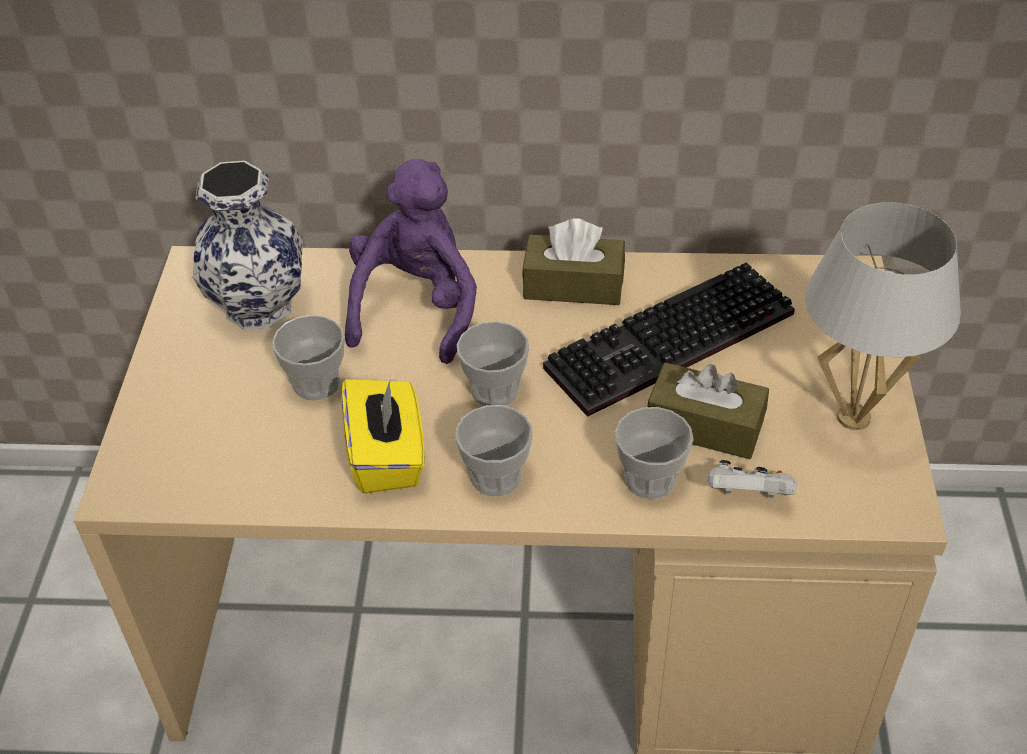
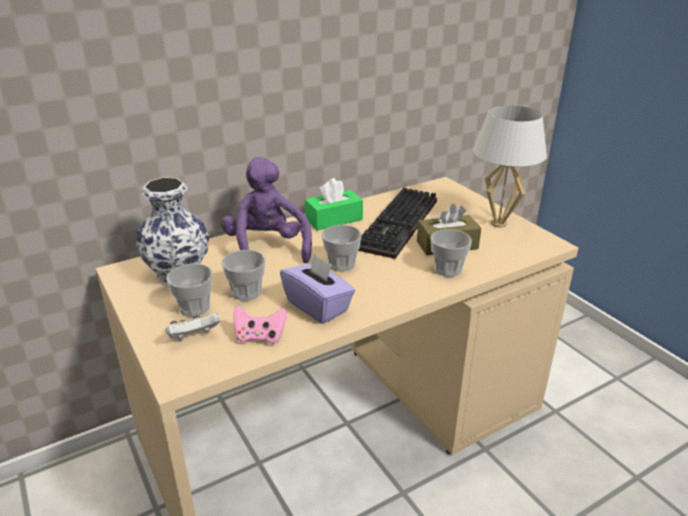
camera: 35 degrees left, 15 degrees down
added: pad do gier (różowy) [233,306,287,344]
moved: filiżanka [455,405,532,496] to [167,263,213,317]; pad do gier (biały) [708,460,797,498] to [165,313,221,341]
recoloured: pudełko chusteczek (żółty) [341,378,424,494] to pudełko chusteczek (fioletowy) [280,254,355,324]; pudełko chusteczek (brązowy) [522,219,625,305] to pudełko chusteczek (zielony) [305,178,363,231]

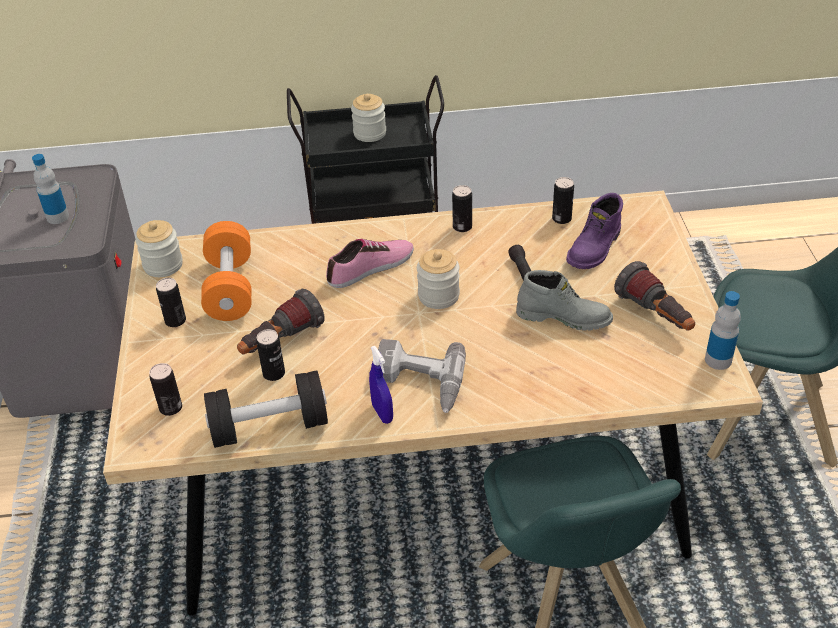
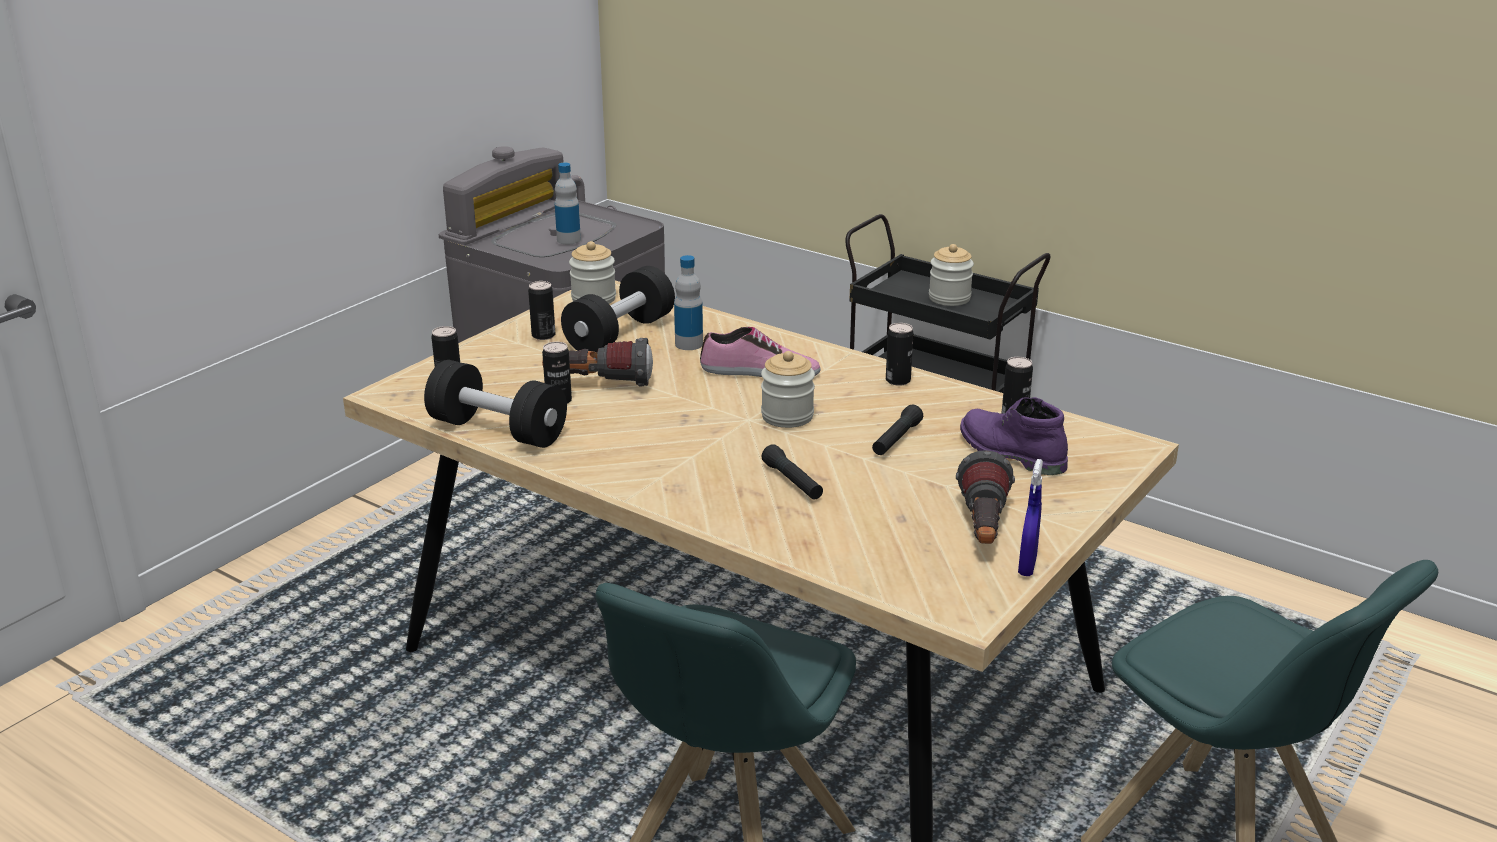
camera: 40 degrees right, 15 degrees down
removed: wiertarka [378,339,466,413]; but z cholewką (szary) [516,270,613,331]
added: latarka (czarny) [761,444,823,500]
moved: spryskiwacz (niebieski) [369,346,393,424] to [1018,459,1043,576]; butelka [705,291,741,370] to [674,255,703,350]
recoloured: hantel (pomarańczowy) [201,221,251,321] to hantel (czarny) [561,266,675,352]
turned: but z cholewką (fioletowy) [566,193,623,269] = [960,397,1068,475] 60 degrees clockwise

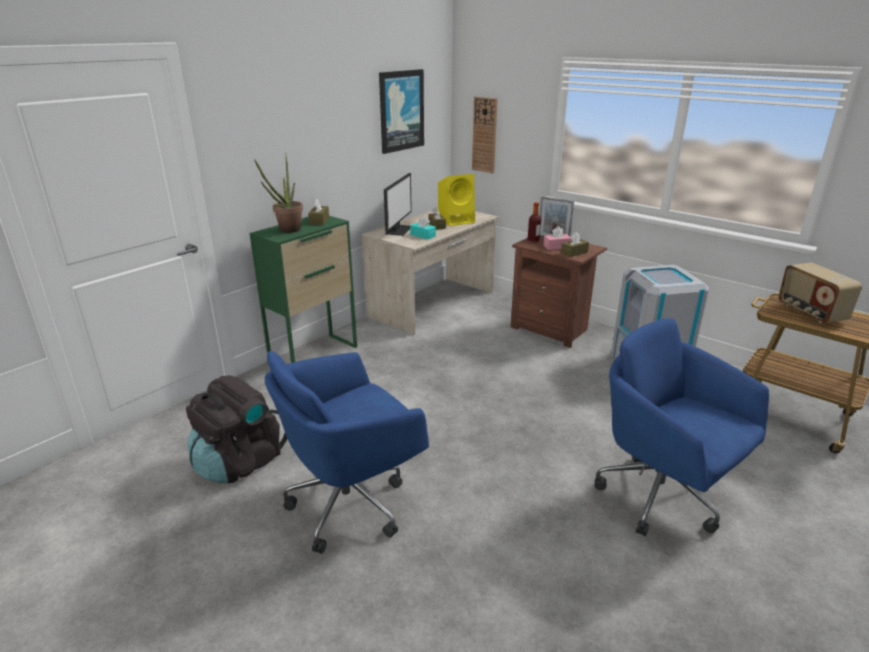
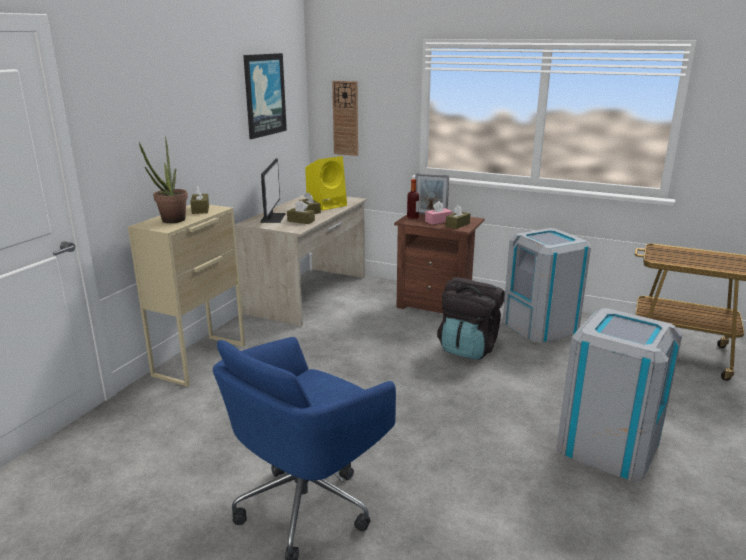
camera: 15 degrees left, 5 degrees down
removed: radio [778,262,862,323]
moved: plecak (czarny) [186,375,287,484] to [437,277,505,360]
replaced: krzesło biurowe (niebieski) [595,318,769,536] to kosz na śmieci (szary) [557,308,683,482]
recoloured: szafka (zielony) [249,216,357,363] to szafka (beżowy) [128,205,245,387]; pudełko chusteczek (turkusowy) [410,216,436,239] to pudełko chusteczek (brązowy) [287,201,315,224]

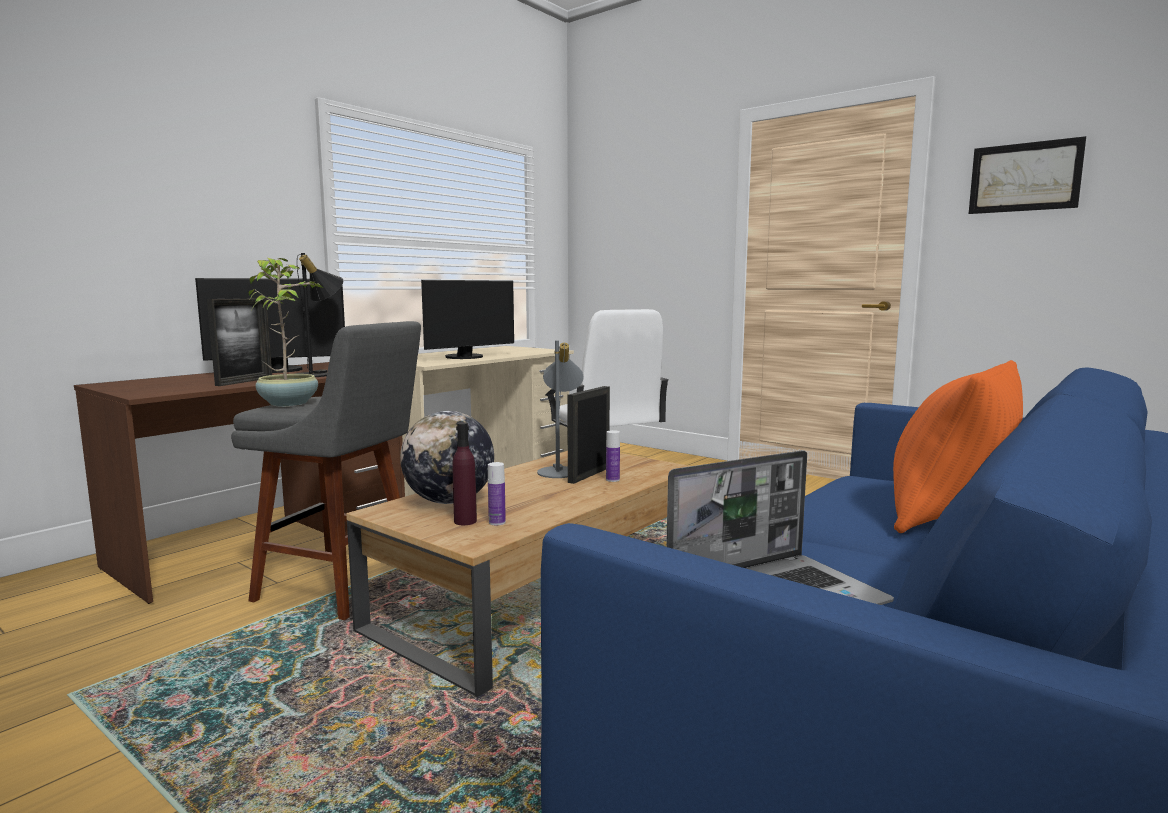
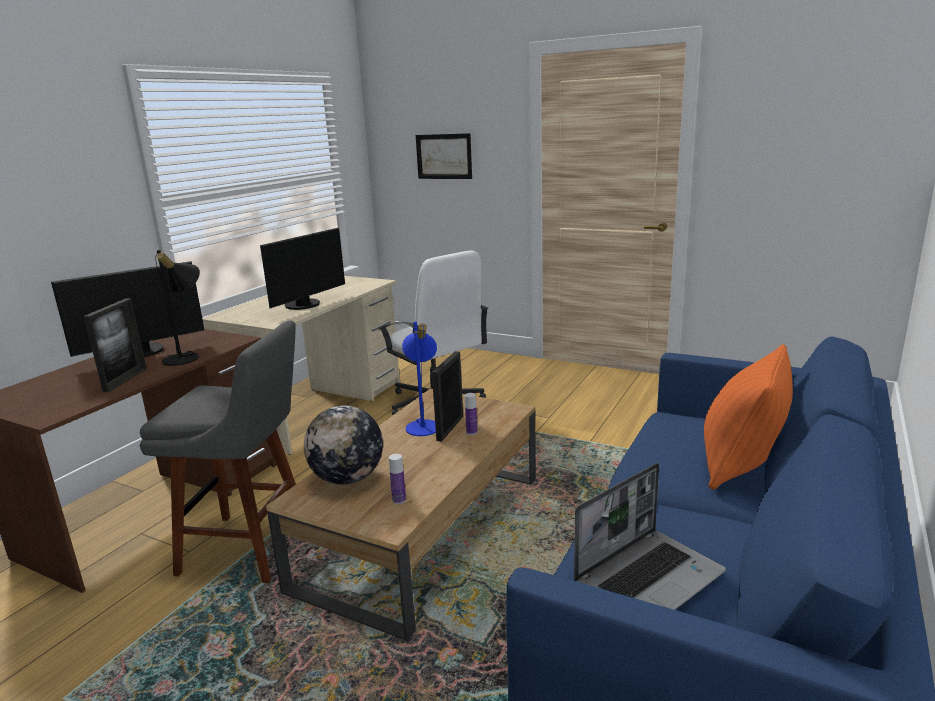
camera: 10 degrees left, 10 degrees up
removed: roślina doniczkowa [248,257,323,406]; butelka (fioletowy) [452,422,477,525]
moved: obraz [969,136,1086,214] to [416,133,472,179]
recoloured: lampa stołowa (szary) [537,340,584,478] to lampa stołowa (niebieski) [402,322,437,436]

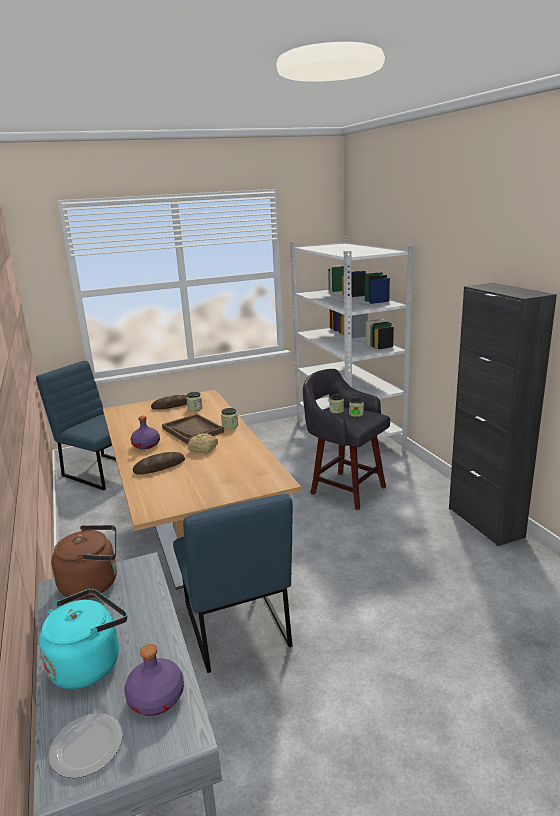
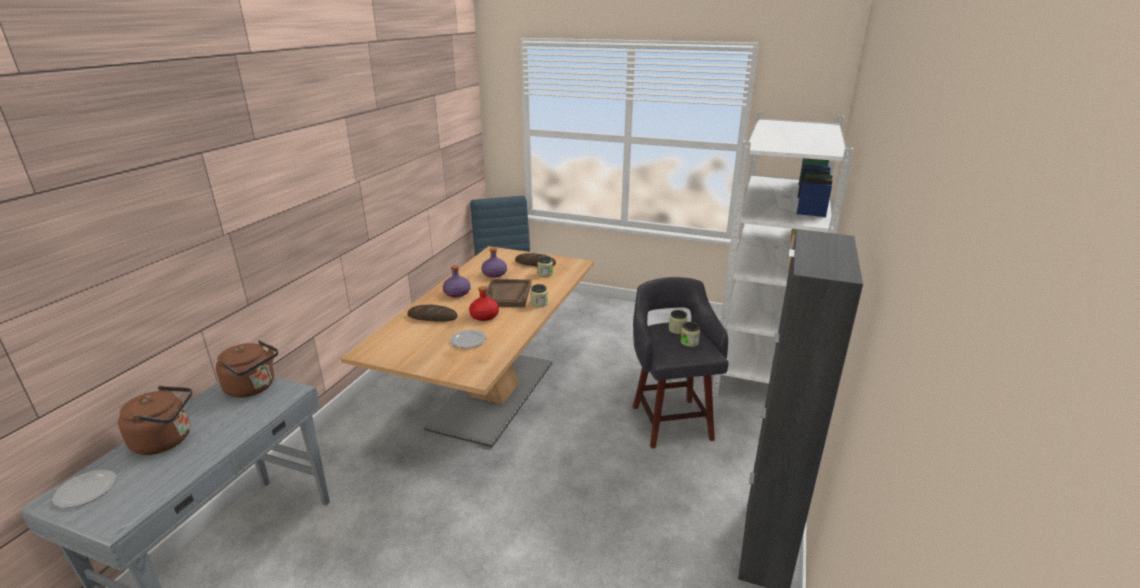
camera: 40 degrees right, 5 degrees up
removed: krzesło (niebieski) [173,494,293,673]
added: talerz [450,330,486,348]
moved: butelka (fioletowy) [124,644,184,716] to [481,248,507,278]
replaced: chleb [188,433,218,454] to butelka (czerwony) [469,286,499,321]
recoloured: czajnik (turkusowy) [39,589,127,689] to czajnik (brązowy) [118,386,192,455]

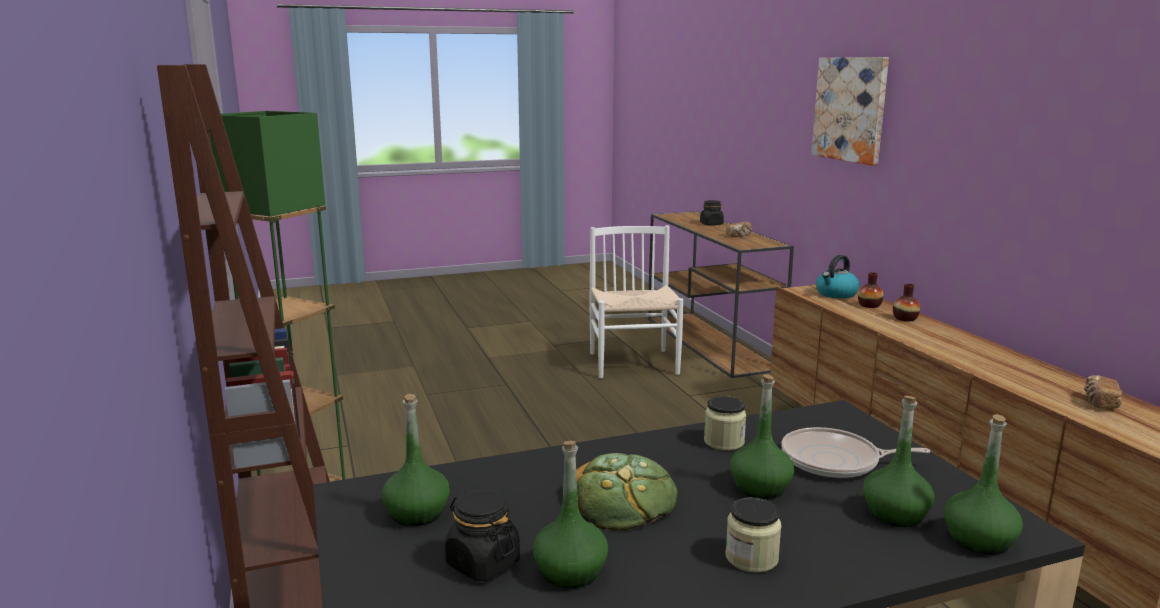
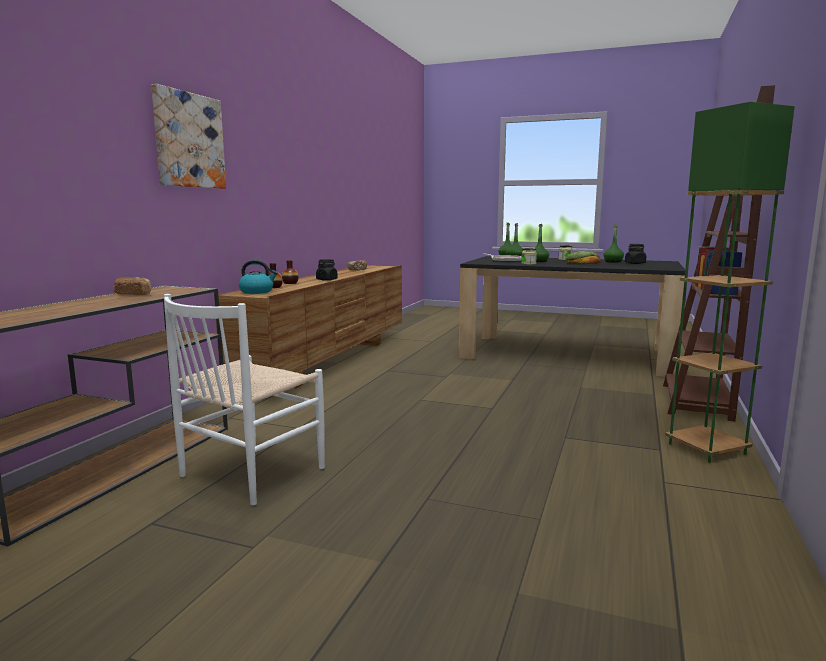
camera: 140 degrees left, 5 degrees down
removed: butelka (zielony) [382,394,450,526]
moved: słoik (czarny) [700,200,724,226] to [316,259,338,281]

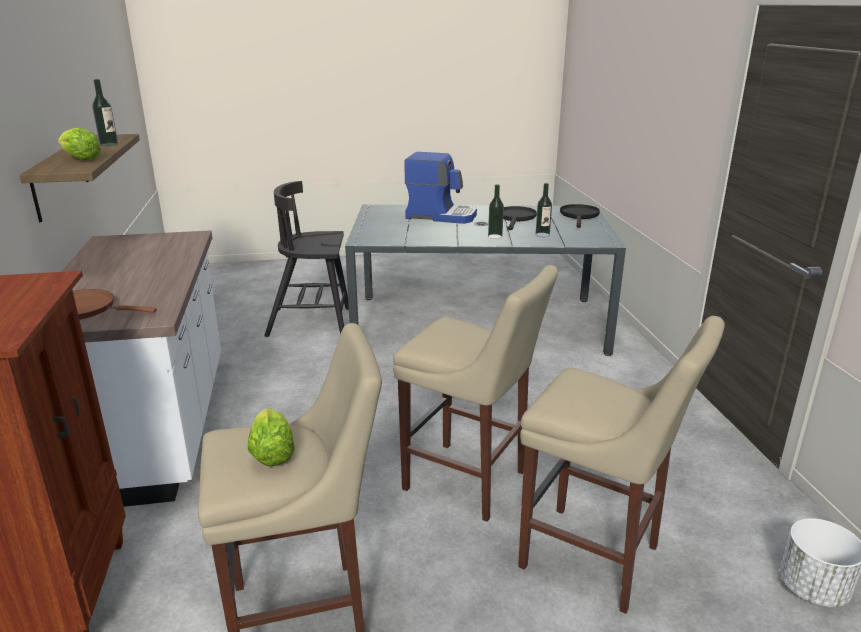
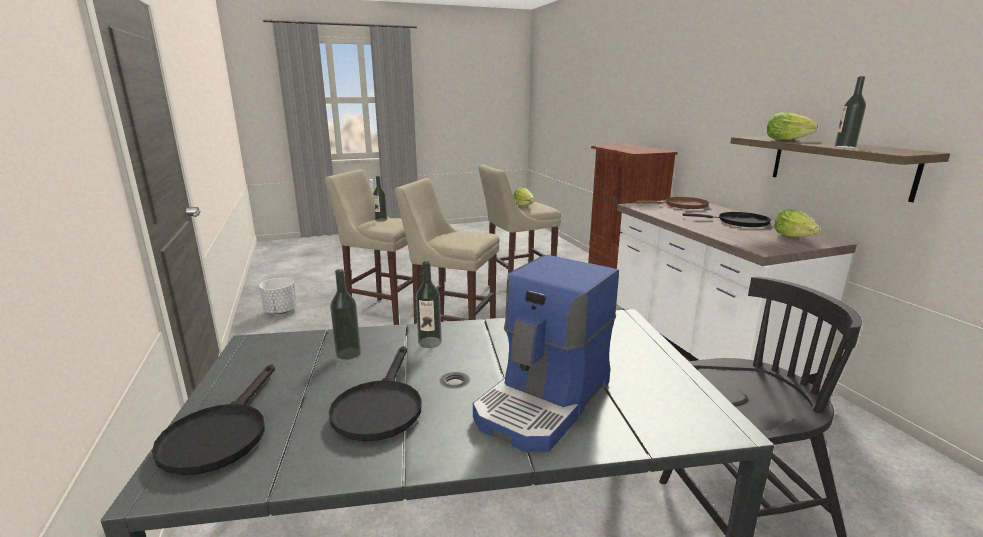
camera: 170 degrees right, 5 degrees down
added: butelka [373,176,387,222]; patelnia (czarny) [682,212,771,227]; sałata [774,209,820,237]
turned: ekspres do kawy [404,152,477,224] = [473,255,619,452] 60 degrees counterclockwise

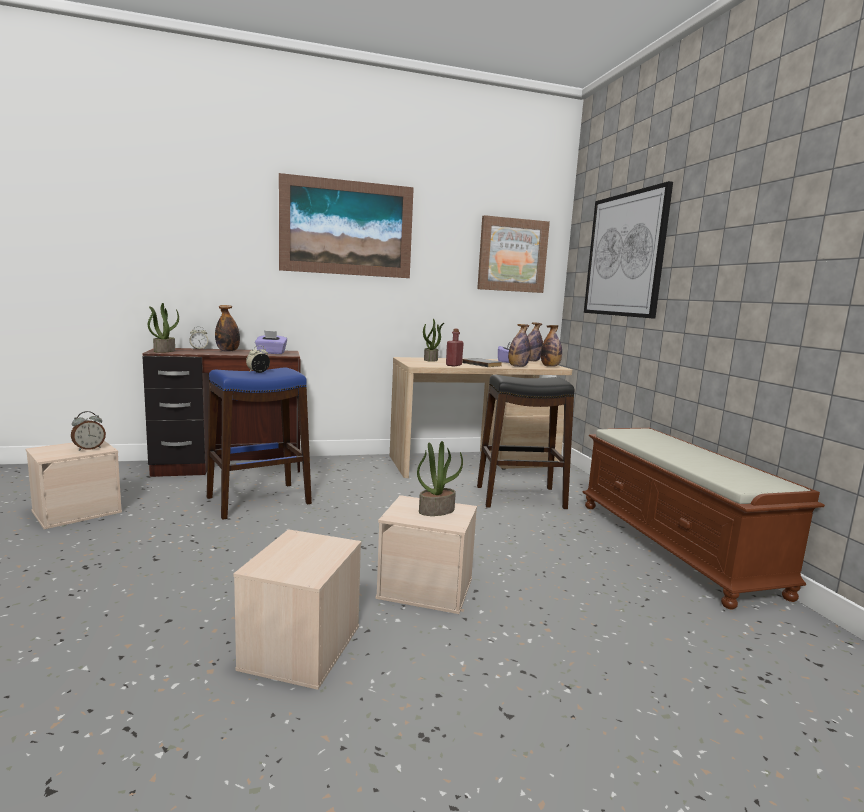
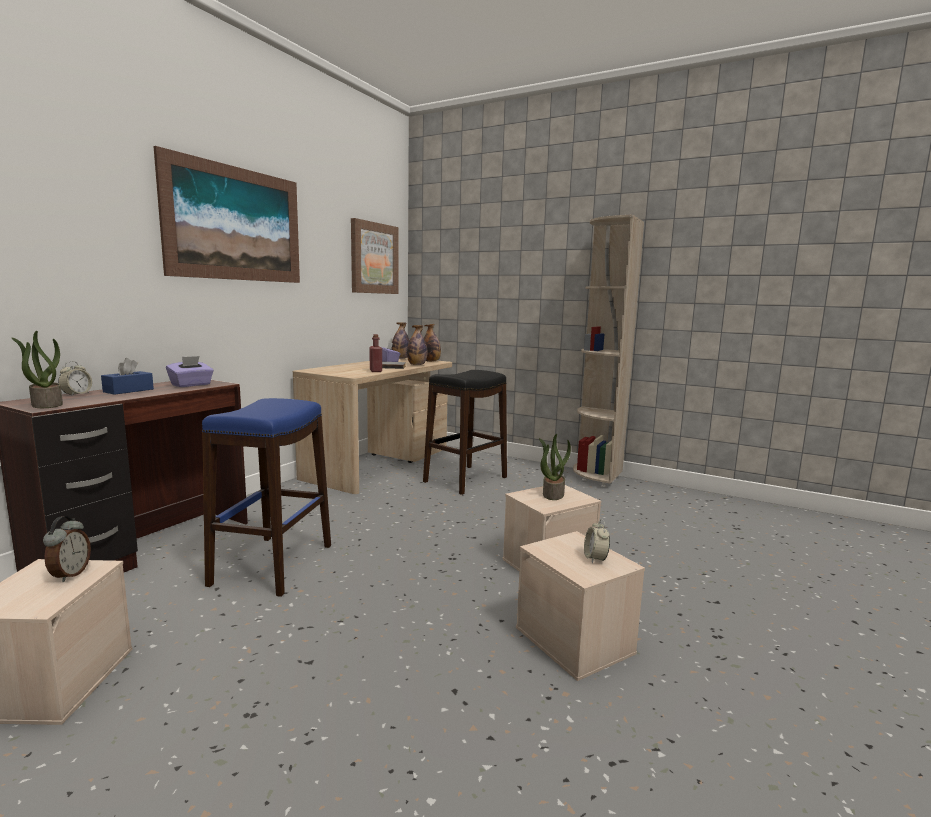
camera: 45 degrees left, 0 degrees up
removed: roślina doniczkowa [423,319,444,362]; obraz [584,181,673,318]
moved: budzik [246,346,270,373] to [584,519,610,564]
replaced: butelka [215,305,240,352] to pudełko chusteczek (niebieski) [101,358,154,395]; ławka (brązowy) [583,428,825,610] to regał (beżowy) [573,214,644,487]

